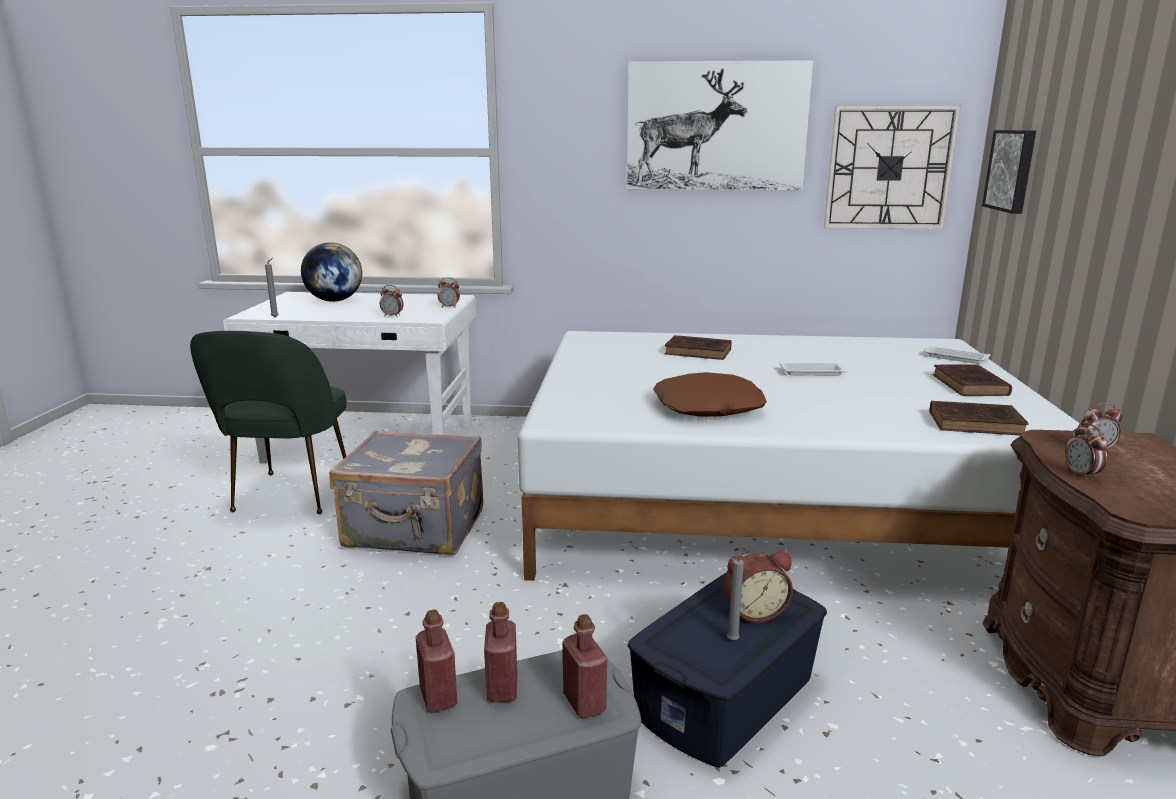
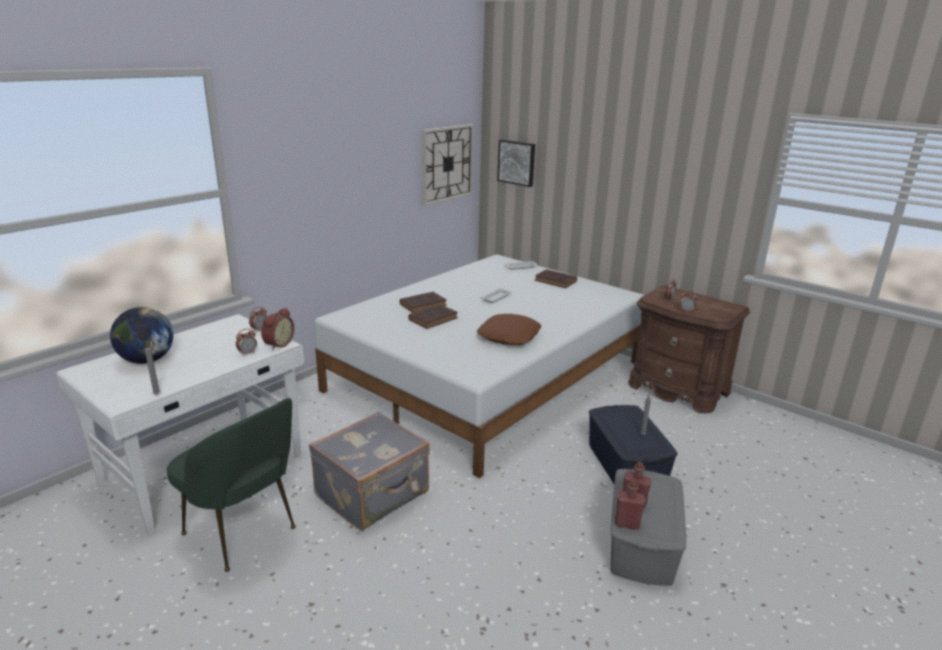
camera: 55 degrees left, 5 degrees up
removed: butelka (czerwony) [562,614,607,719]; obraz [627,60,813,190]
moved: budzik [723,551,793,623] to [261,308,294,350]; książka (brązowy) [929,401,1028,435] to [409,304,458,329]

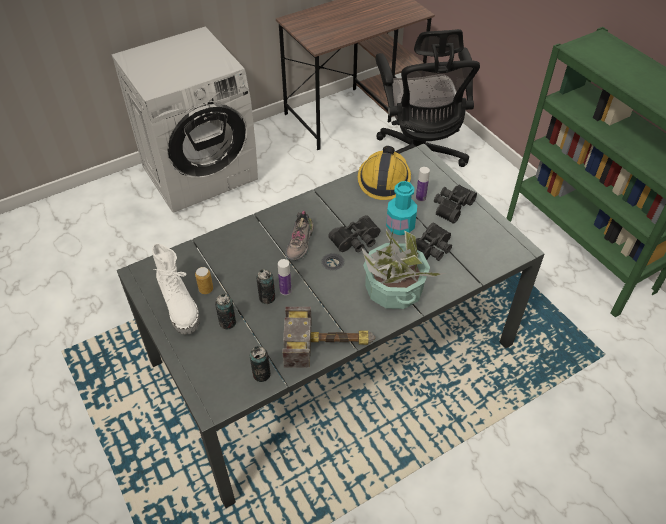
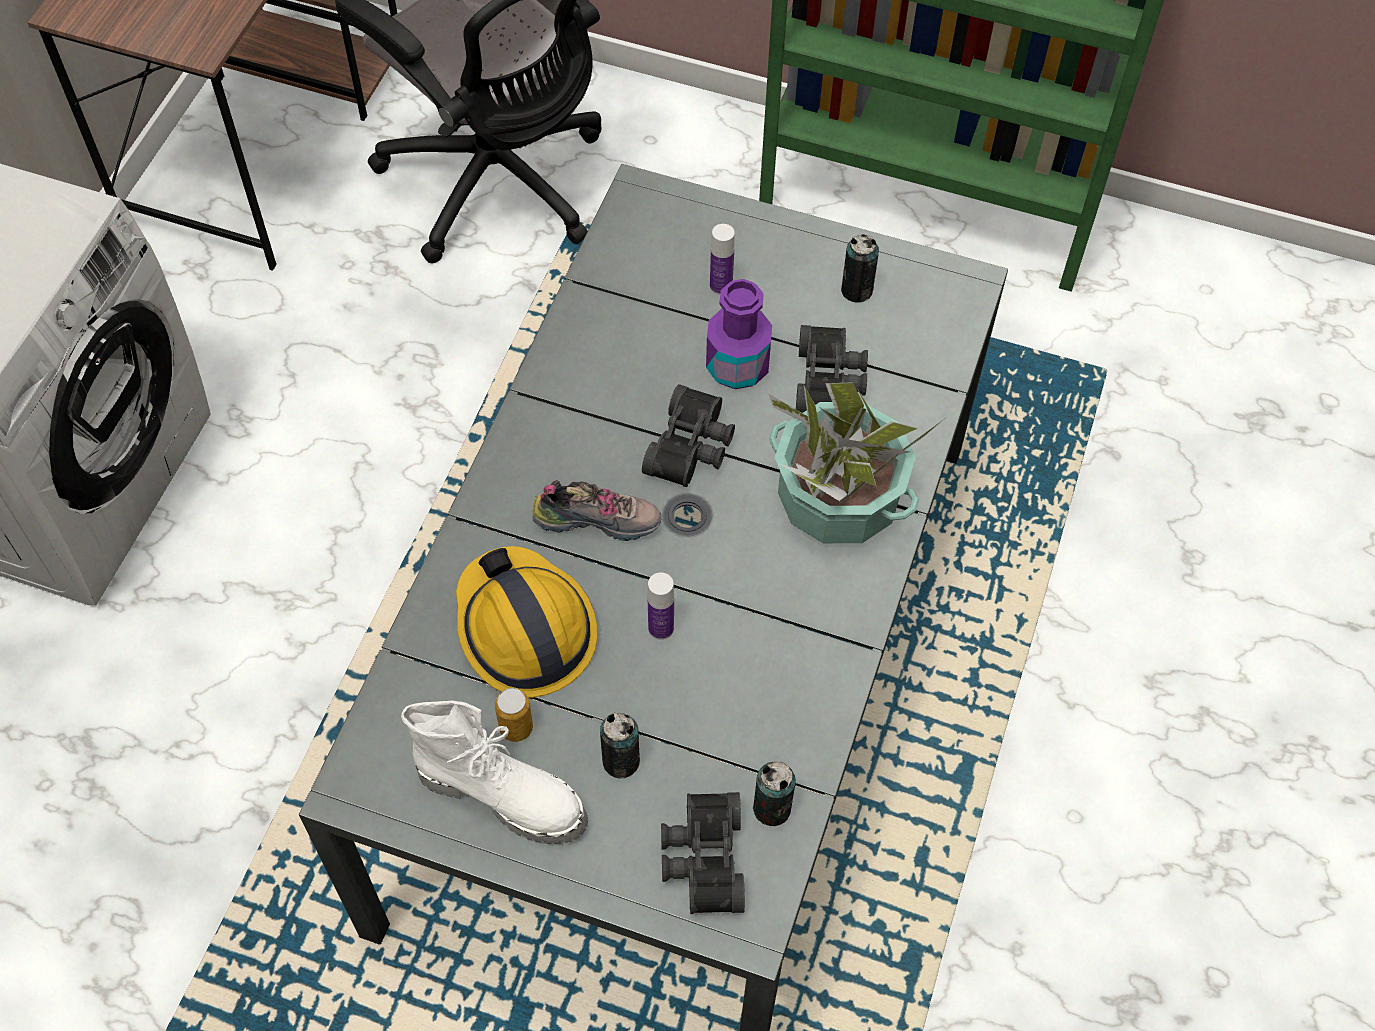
camera: 40 degrees left, 10 degrees up
removed: młotek [282,307,376,368]
moved: puszka [256,269,276,304] to [841,234,879,303]; kask [358,146,411,200] to [456,546,598,698]; lornetka (czarny) [434,185,477,224] to [661,792,745,914]
recoloured: butelka (turkusowy) [386,181,417,235] to butelka (fioletowy) [706,279,772,389]
turned: but [286,211,314,260] = [532,480,662,541] 60 degrees counterclockwise

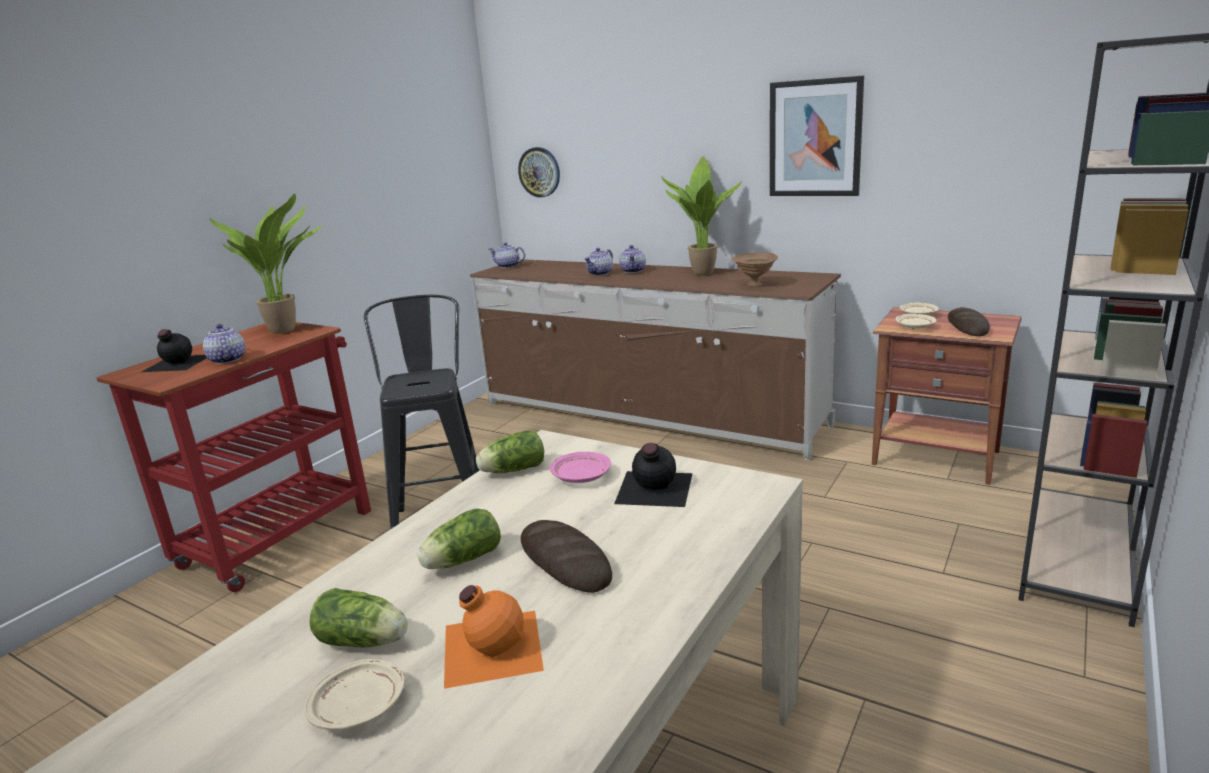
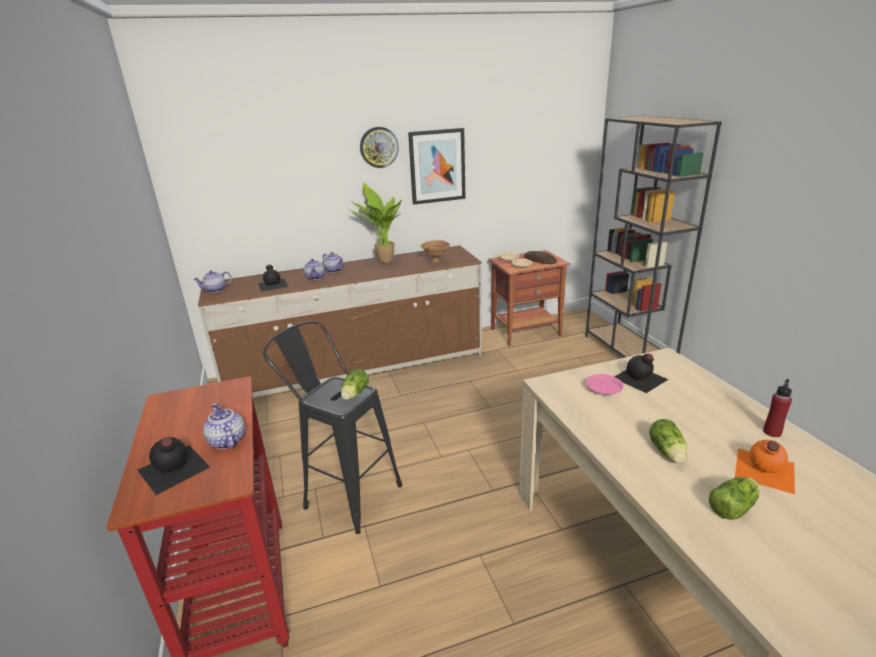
camera: 50 degrees left, 5 degrees up
removed: roślina doniczkowa [209,194,322,334]; talerz (beżowy) [304,659,404,730]; chleb [521,520,612,593]
added: butelka (czarny) [258,265,288,292]; butelka (czerwony) [763,379,792,437]
moved: sałata [476,431,544,473] to [341,369,369,400]; zegar ścienny [518,147,560,197] to [360,127,399,168]
turned: imbryk [203,324,245,364] = [203,403,245,449] 45 degrees clockwise

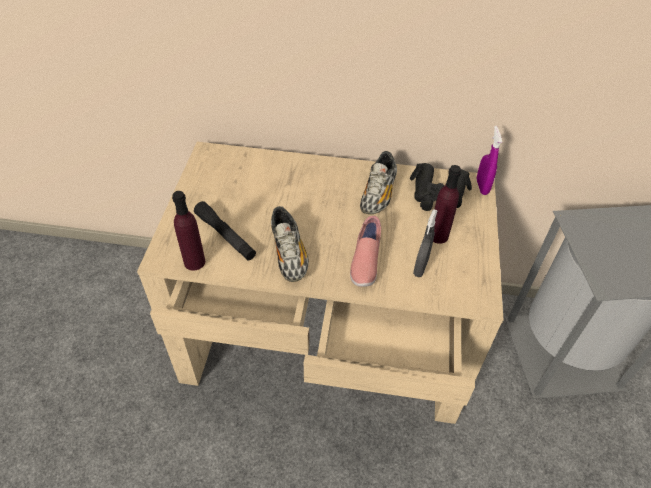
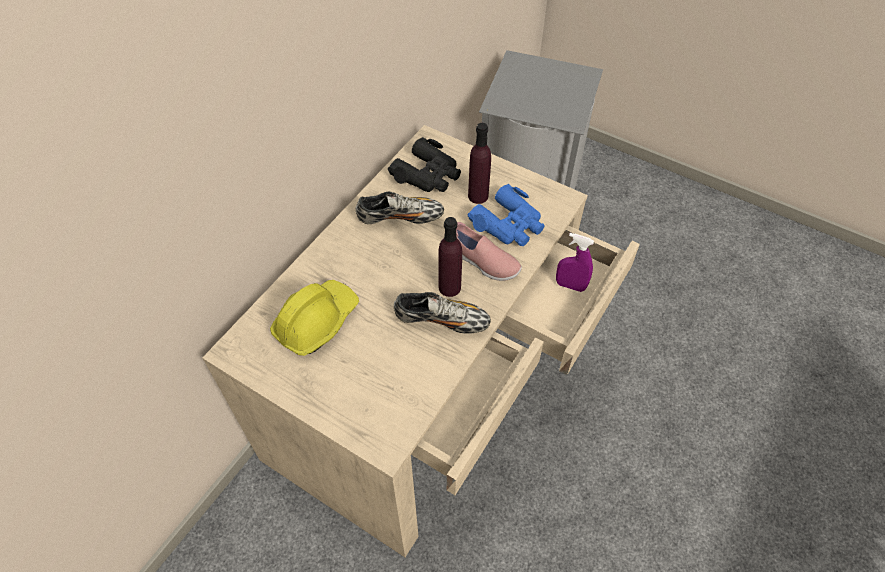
camera: 65 degrees left, 5 degrees up
removed: latarka (czarny) [194,201,256,261]
added: kask (żółty) [270,280,359,356]
moved: butelka (fioletowy) [172,191,205,270] to [439,217,462,297]; spryskiwacz (fioletowy) [477,126,502,195] to [556,233,594,292]
replaced: spryskiwacz (szary) [413,209,438,277] to lornetka (niebieski) [468,184,545,246]
turned: but [360,151,397,214] = [356,192,444,224] 45 degrees counterclockwise

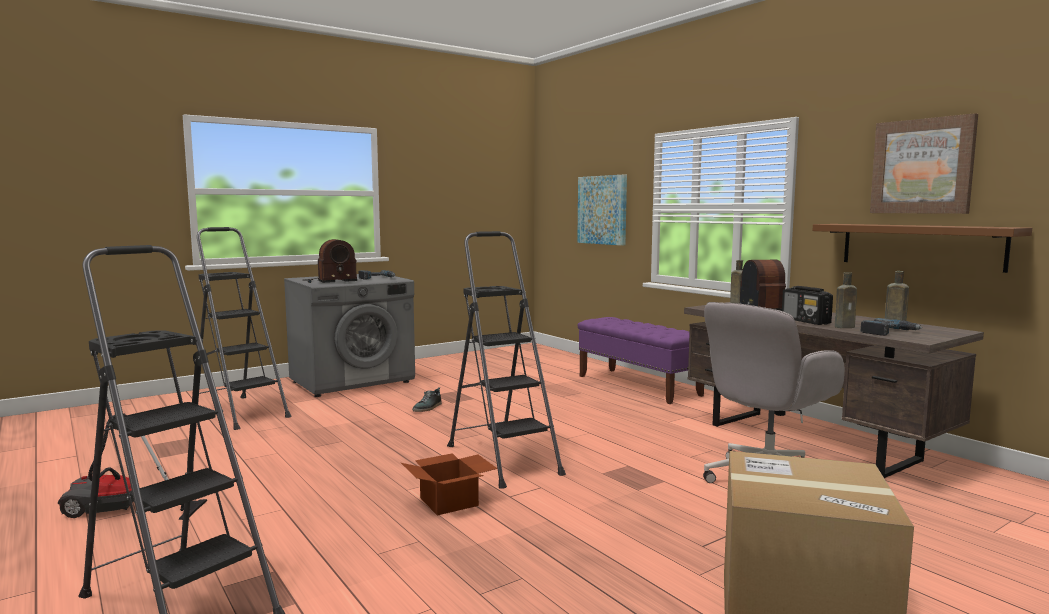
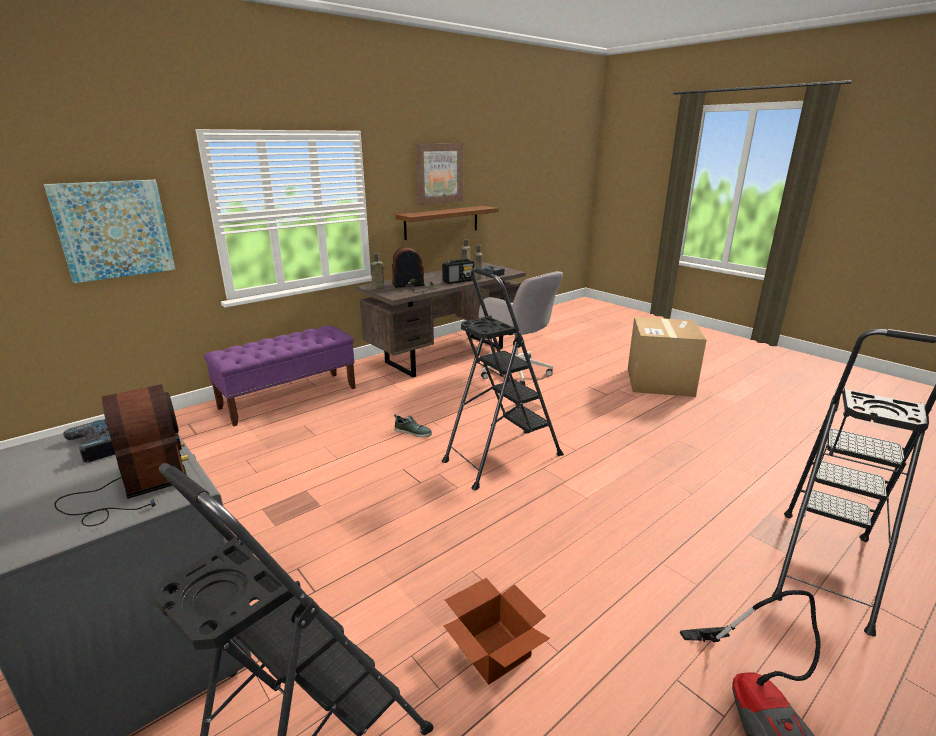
camera: 95 degrees left, 15 degrees up
moved: karton [401,453,498,515] to [443,578,550,685]; but [412,387,442,412] to [394,414,432,437]

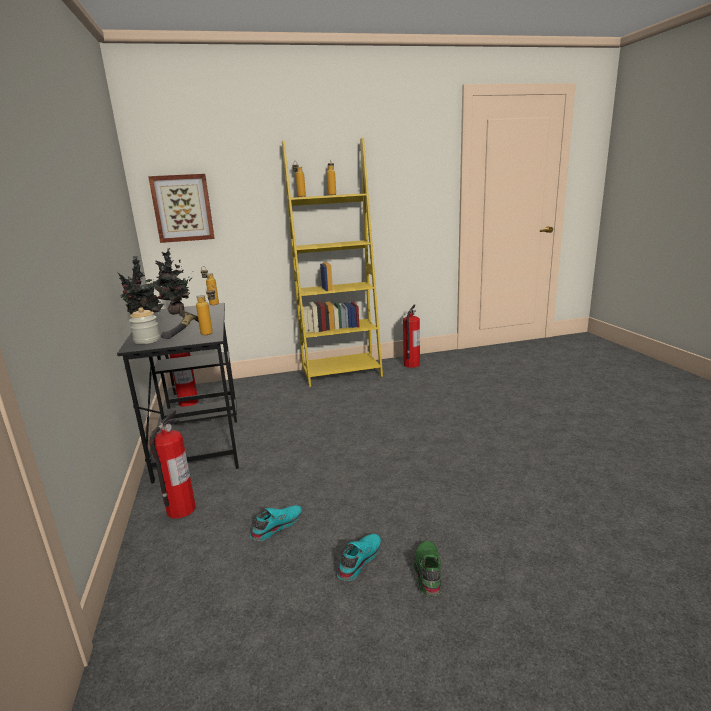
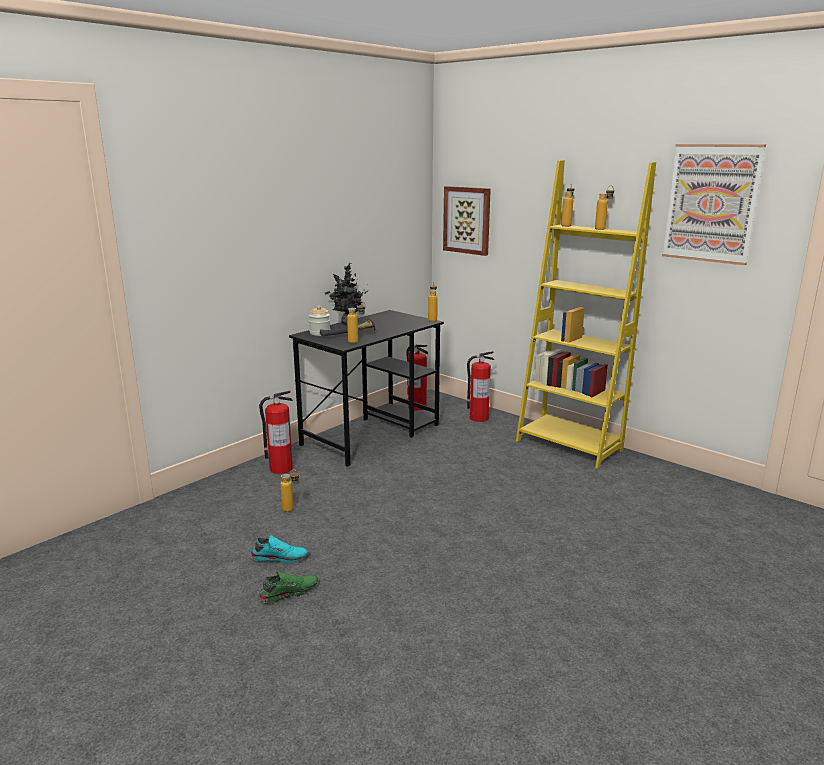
camera: 55 degrees right, 0 degrees up
removed: roślina doniczkowa [145,248,192,314]
added: obraz [662,144,766,265]
moved: gaśnica [403,304,420,368] to [467,351,494,422]
replaced: but (turkusowy) [250,505,302,541] to butelka [280,470,299,512]

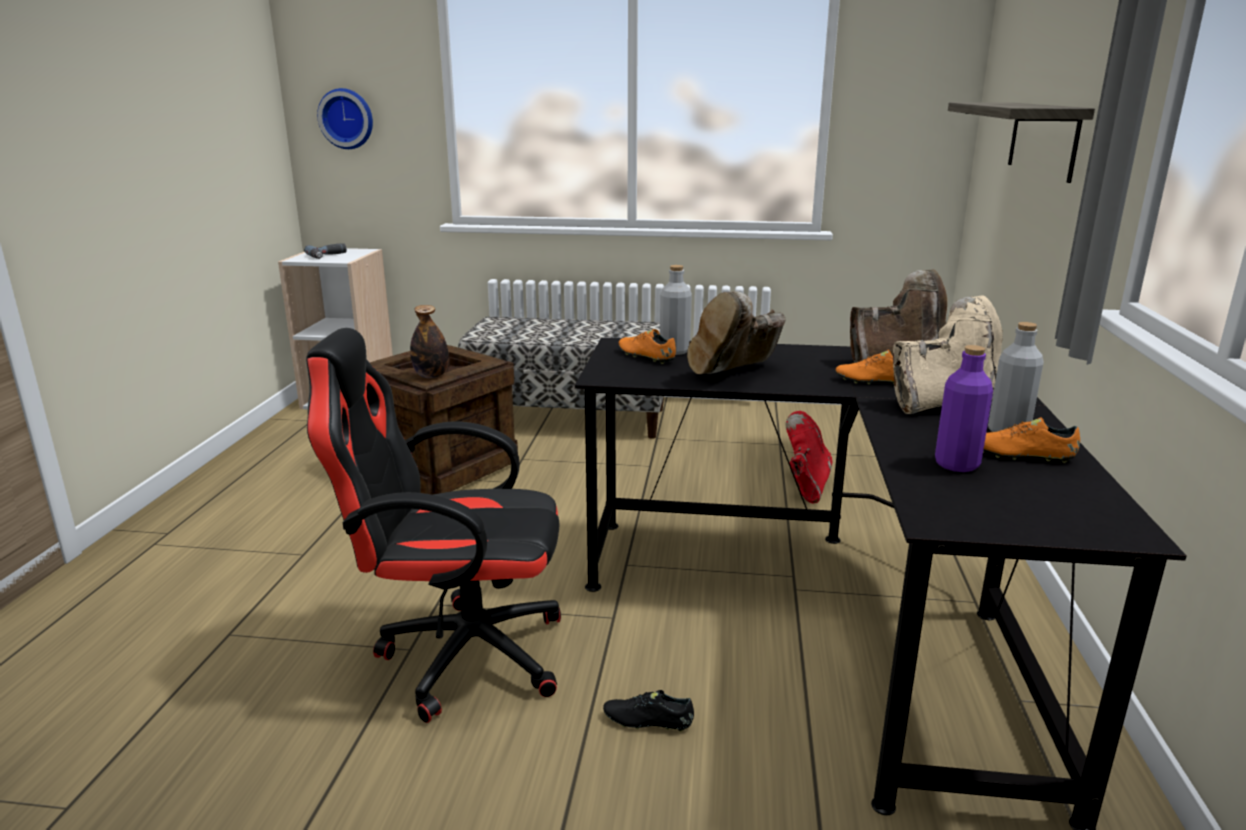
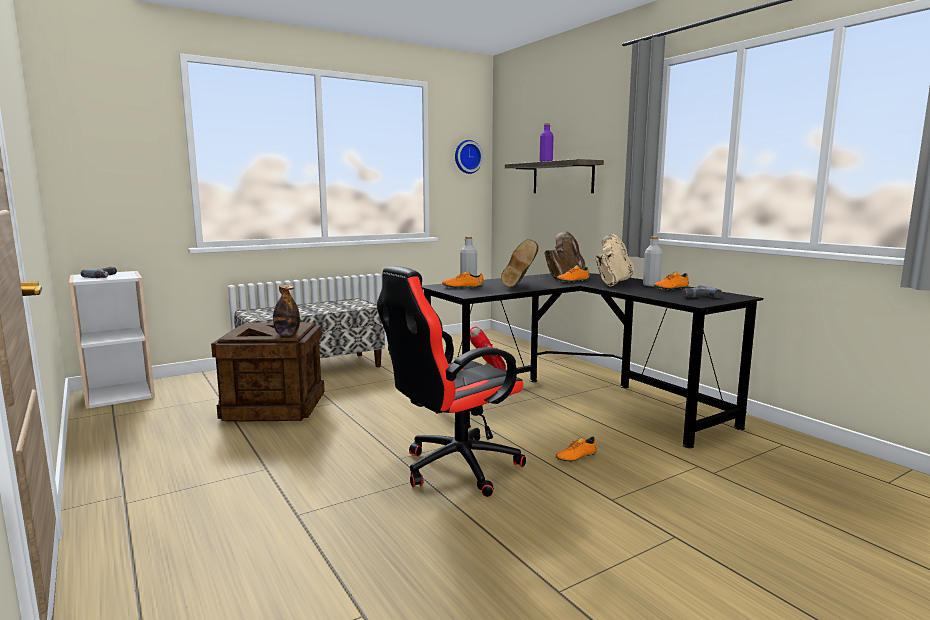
camera: 40 degrees left, 10 degrees down
added: wiertarka [681,285,722,298]
moved: zegar ścienny [317,88,373,149] to [455,140,483,174]; butelka (fioletowy) [935,345,993,472] to [540,123,554,162]
recoloured: but (czarny) [603,690,694,732] to but (pomarańczowy) [556,436,597,463]

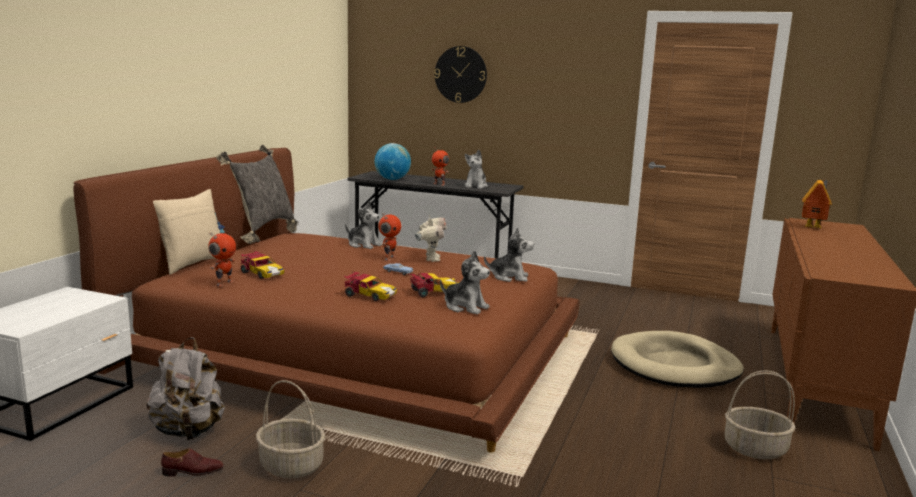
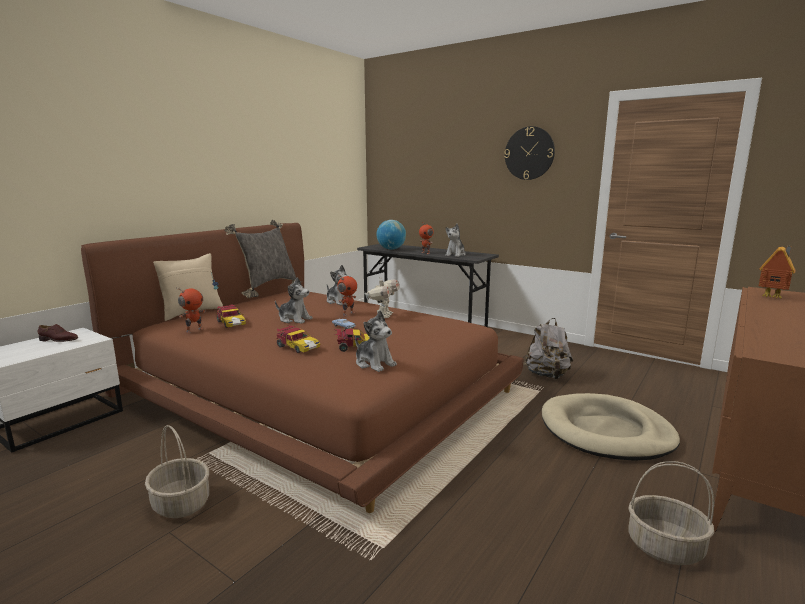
camera: 15 degrees right, 0 degrees up
moved: plecak (szary) [147,337,225,440] to [523,318,573,379]; but (brązowy) [161,448,224,477] to [38,324,78,342]; zegar ścienny [434,46,487,103] to [504,126,555,180]; pluszak [484,227,534,282] to [275,277,313,323]

